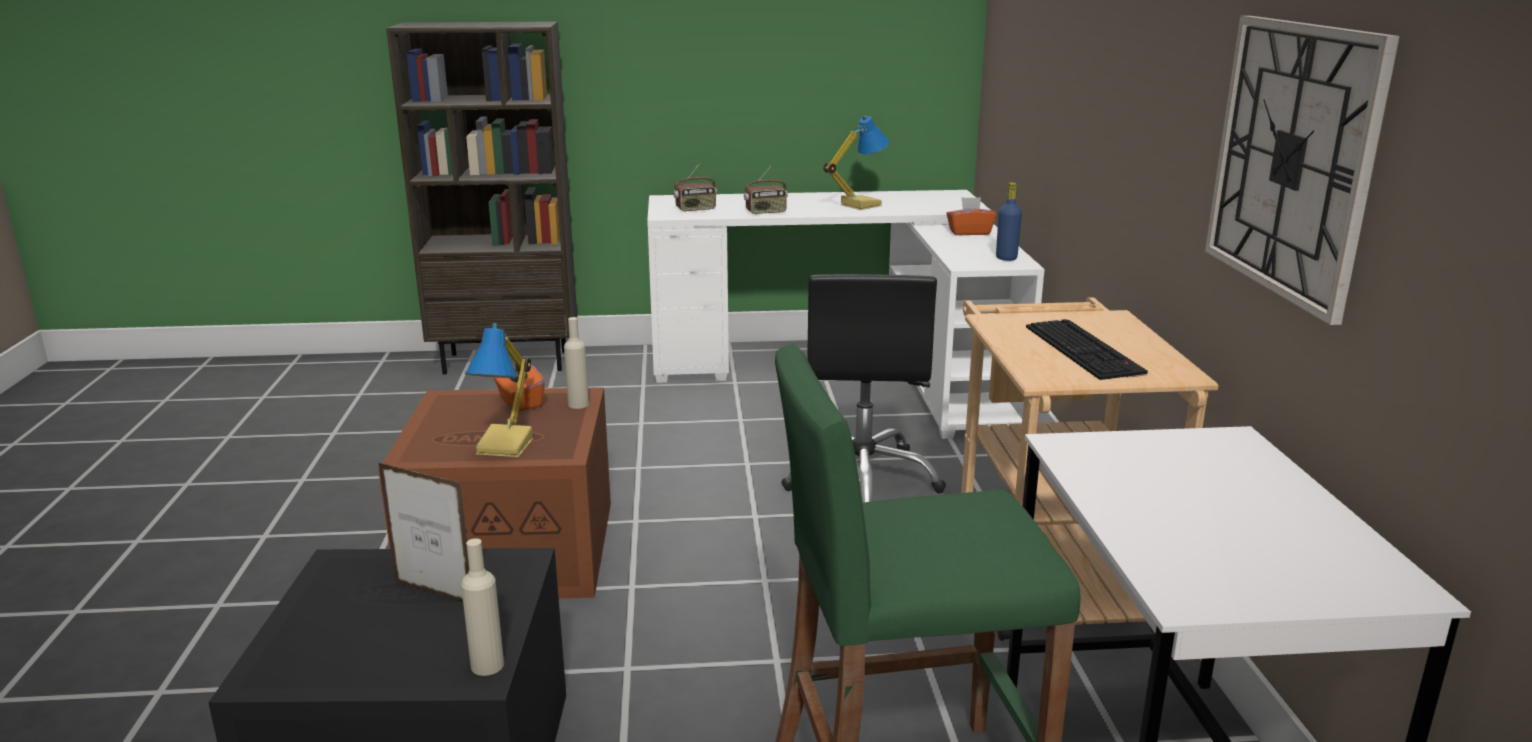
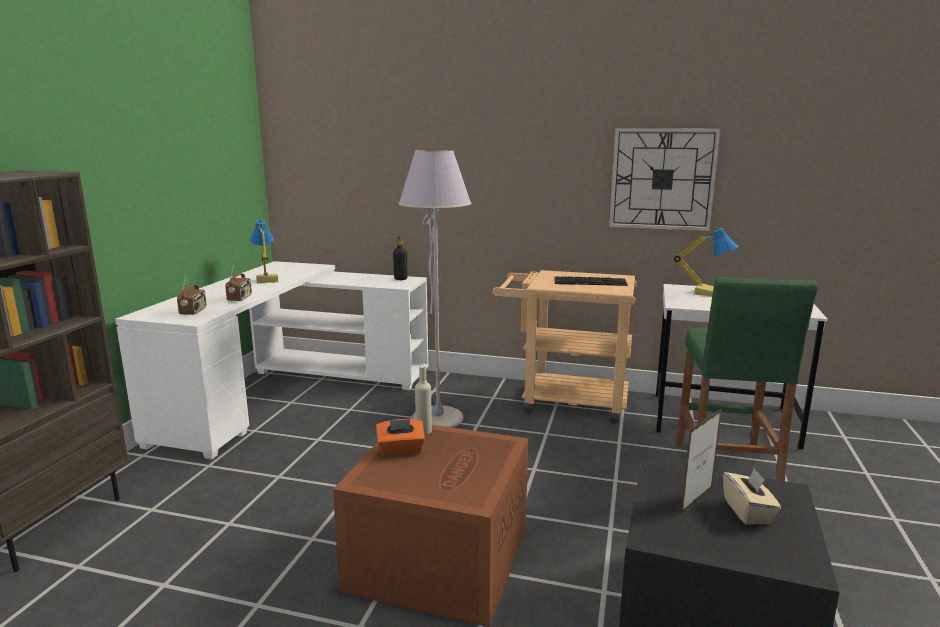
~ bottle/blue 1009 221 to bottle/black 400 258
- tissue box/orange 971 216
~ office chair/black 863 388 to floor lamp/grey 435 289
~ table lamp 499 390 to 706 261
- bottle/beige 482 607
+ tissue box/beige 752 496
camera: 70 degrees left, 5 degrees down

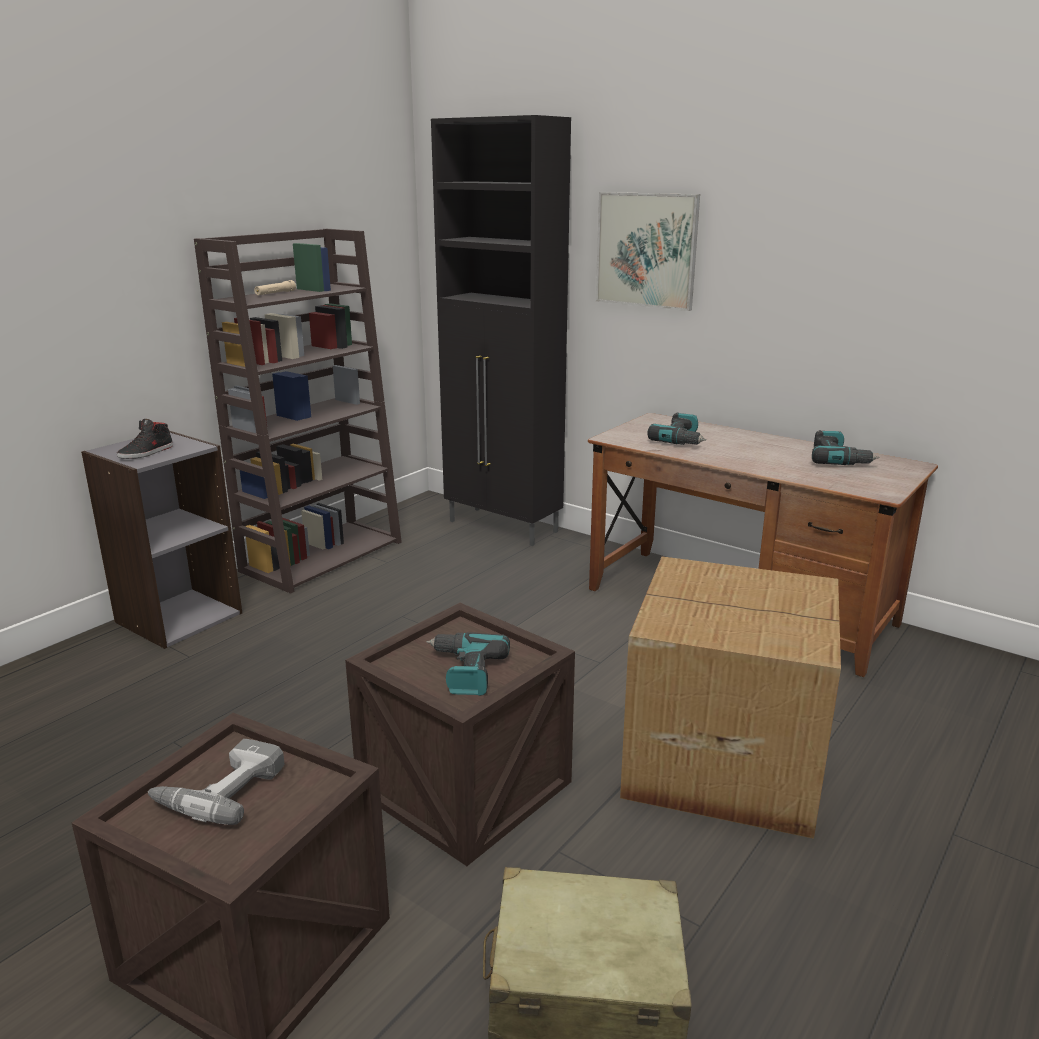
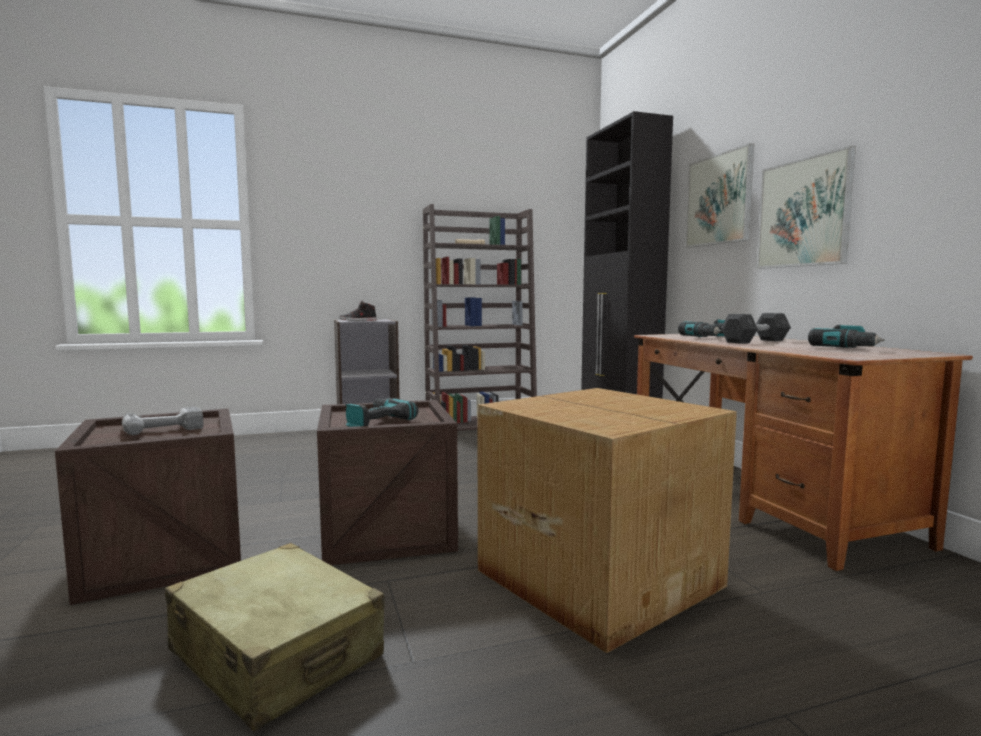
+ picture 806 207
+ dumbbell/grey 756 328
camera: 35 degrees right, 15 degrees down

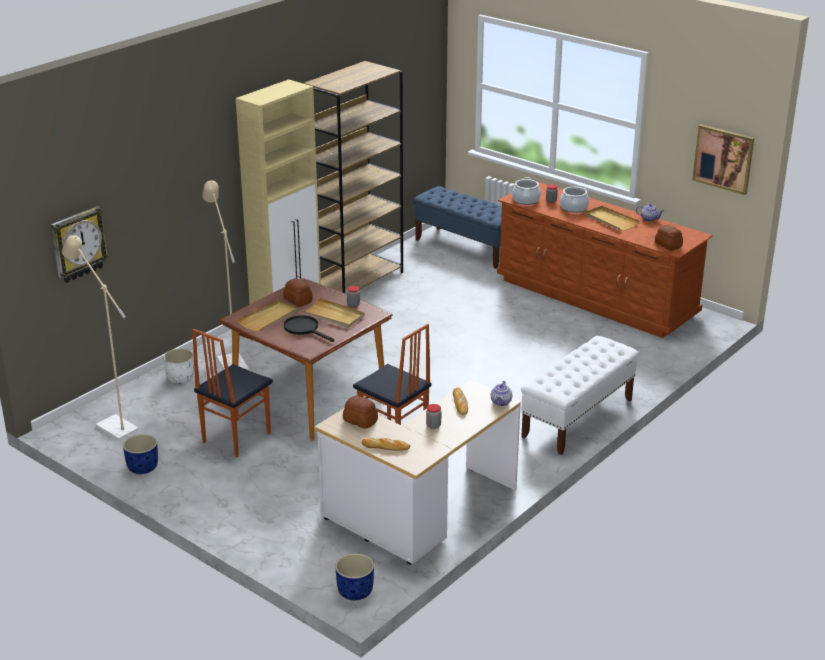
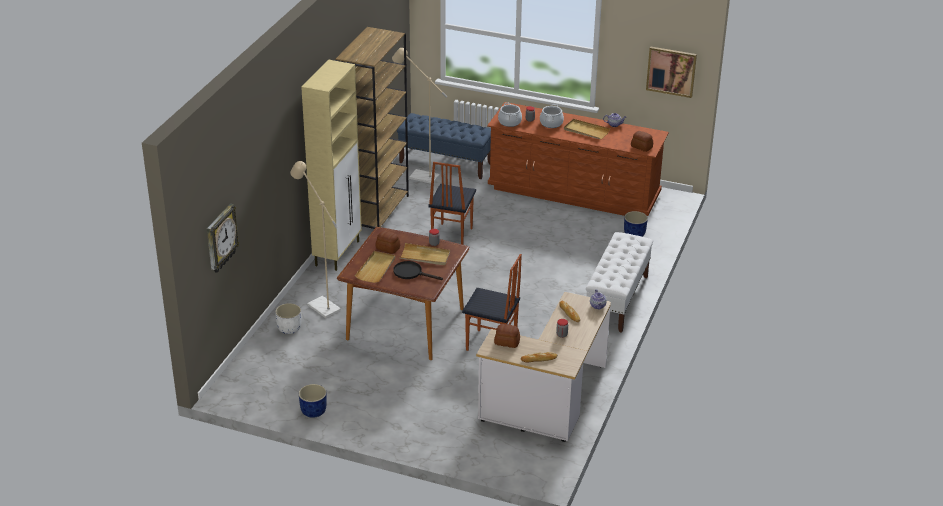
~ floor lamp/beige 100 338 to 419 116
~ chair 232 393 to 452 203
~ planter/blue 354 576 to 636 224
camera: 20 degrees left, 5 degrees up

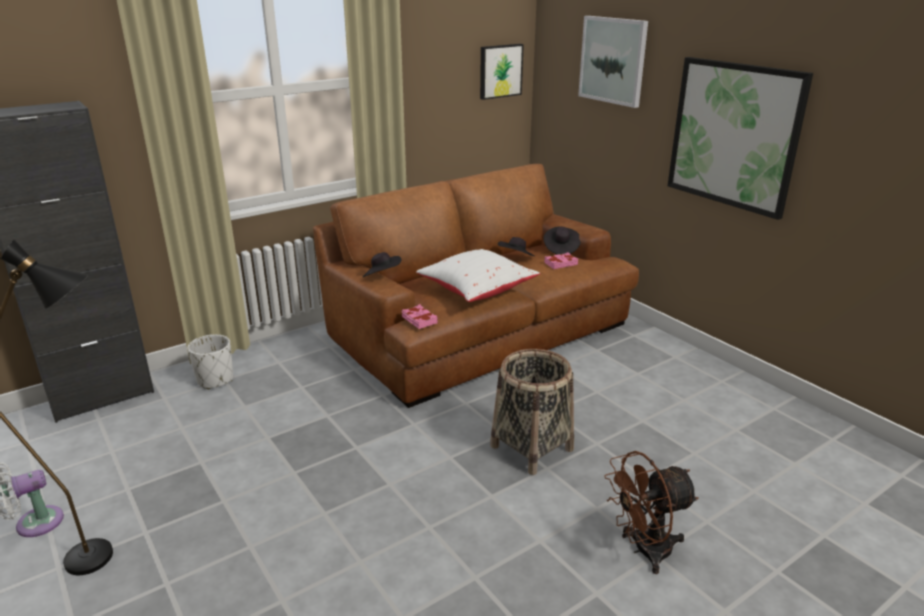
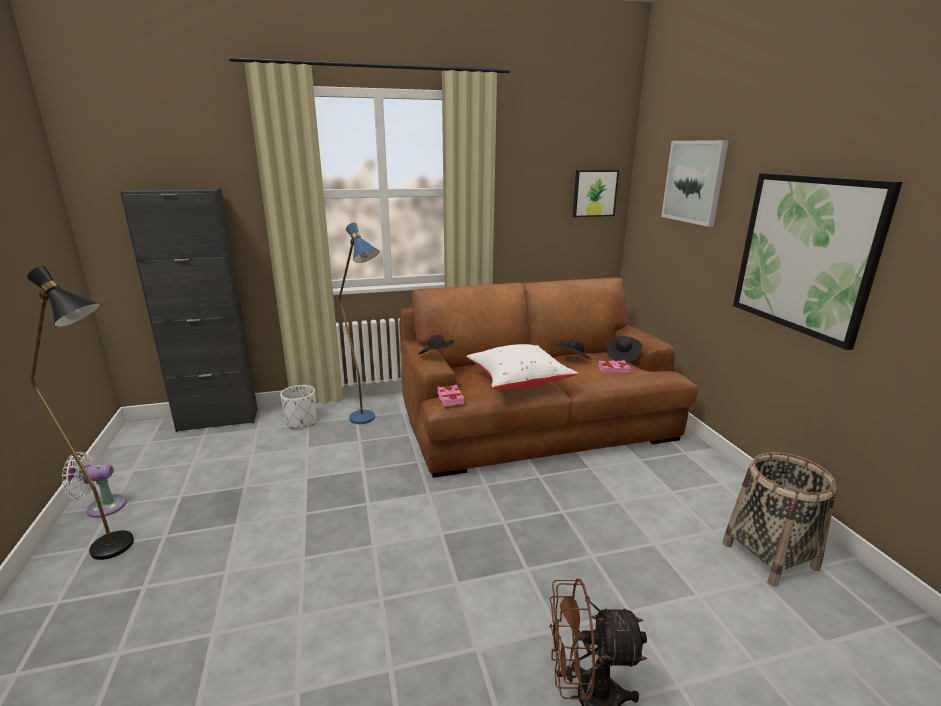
~ basket 532 412 to 779 519
+ floor lamp/blue 359 323
camera: 20 degrees right, 5 degrees down

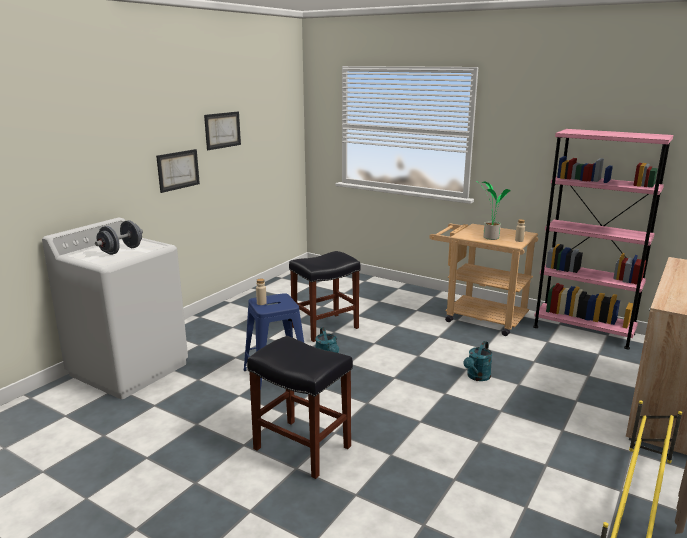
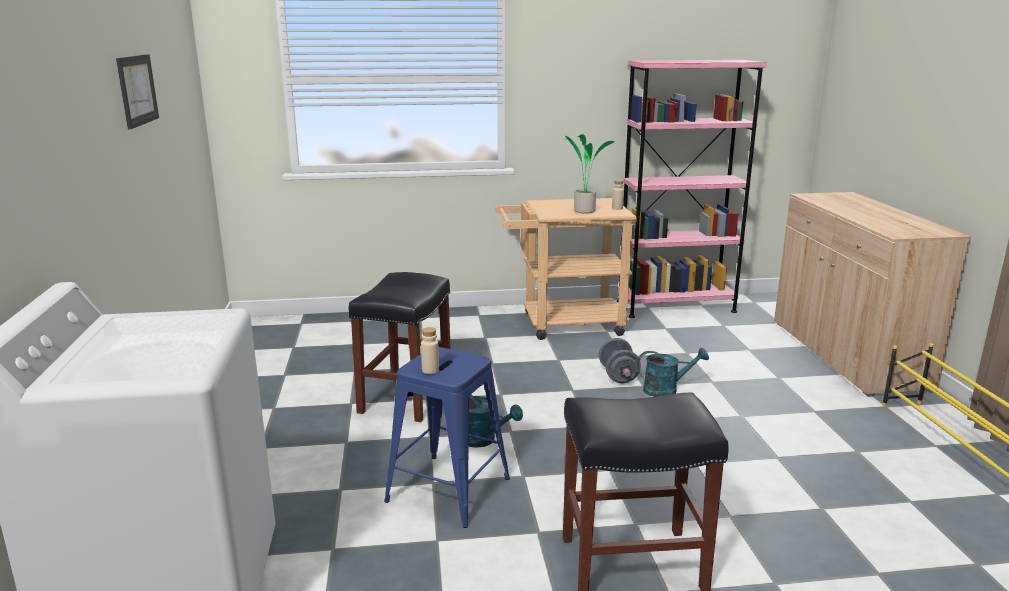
- picture 178 171
~ dumbbell/grey 119 237 to 620 360
~ watering can/turquoise 478 361 = 673 372 90 degrees counterclockwise
camera: 40 degrees left, 0 degrees up

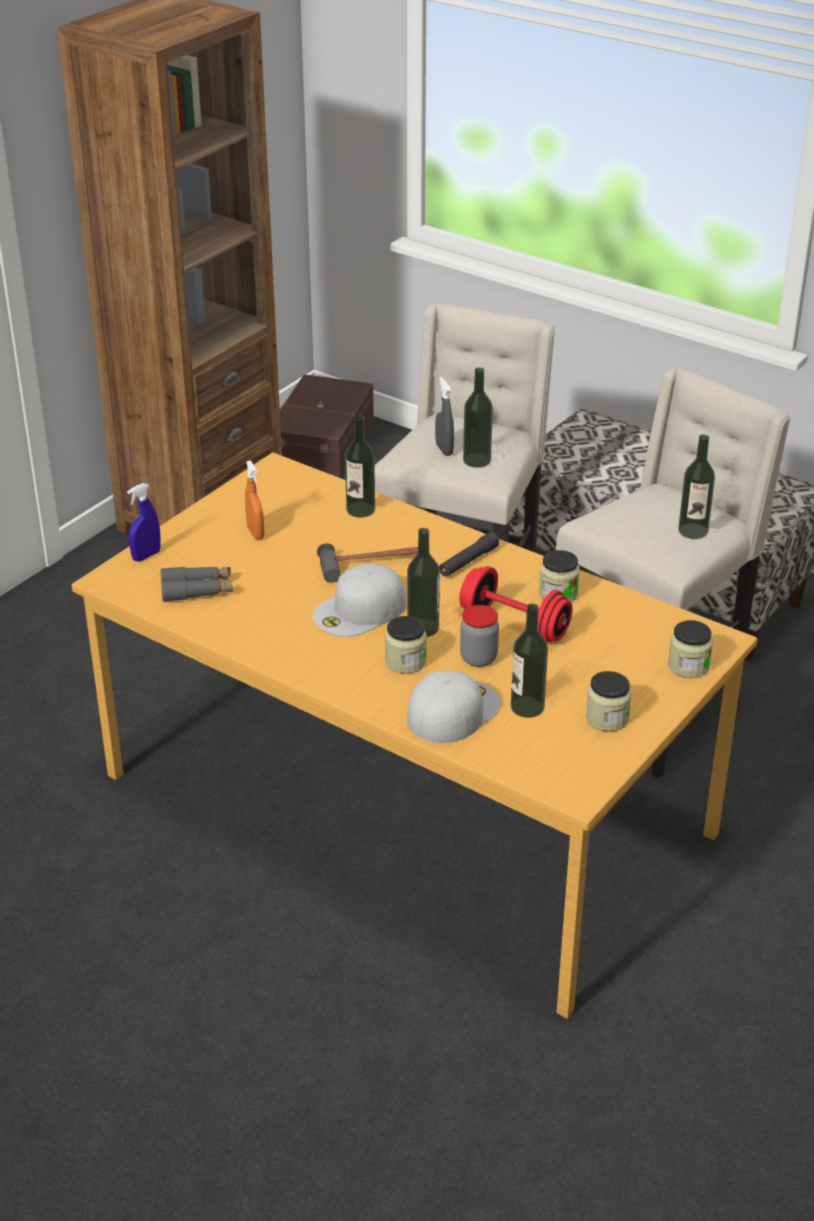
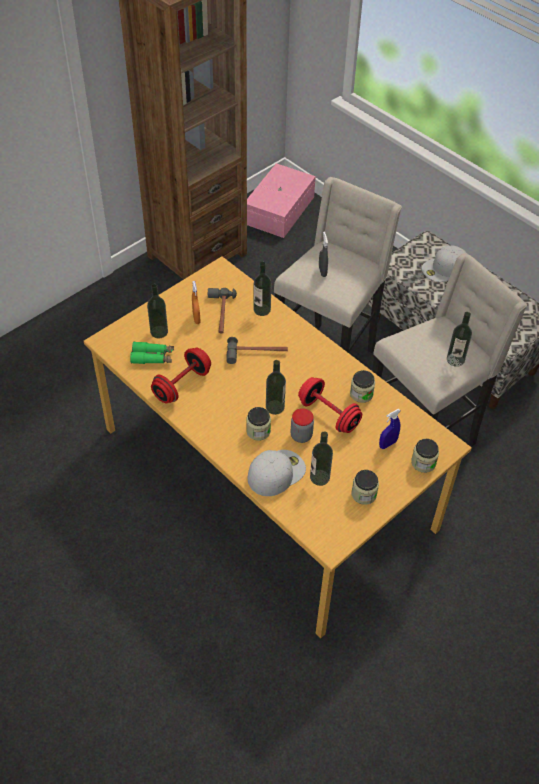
~ bottle 478 418 to 157 311
~ storage box/brown 327 426 to storage box/pink 281 200
~ spray bottle/blue 144 522 to 390 429
- flashlight/black 469 554
~ cap/white 359 600 to 444 264
~ binoculars/grey 196 584 to binoculars/green 152 353
+ hammer 222 310
+ dumbbell/red 181 375
camera: 10 degrees right, 15 degrees up

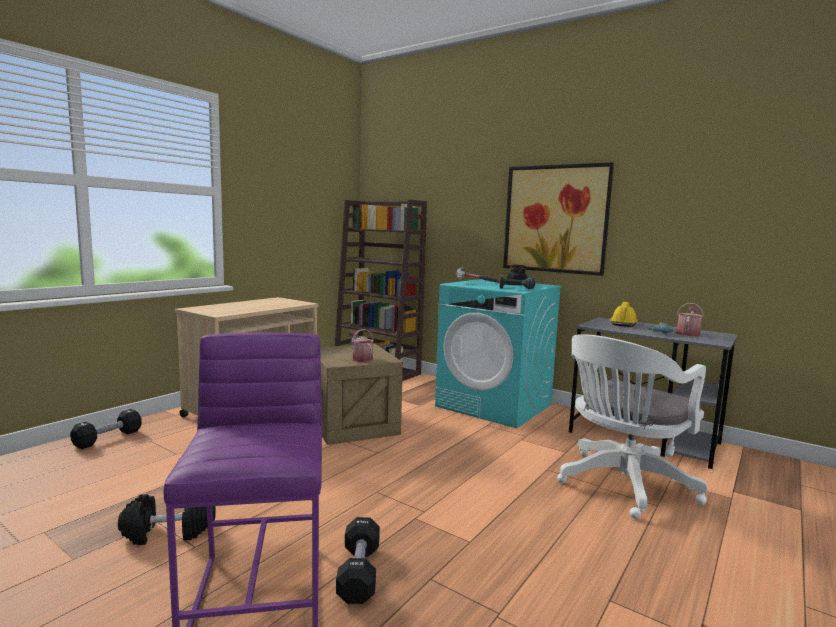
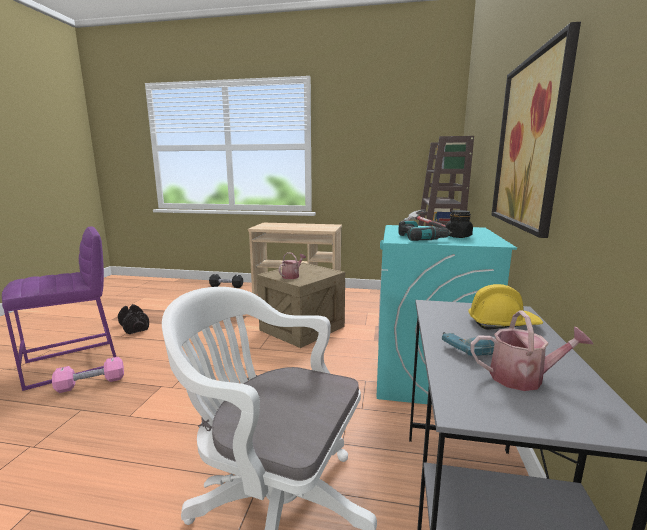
~ dumbbell/black 358 560 to dumbbell/pink 88 375
camera: 65 degrees right, 5 degrees up

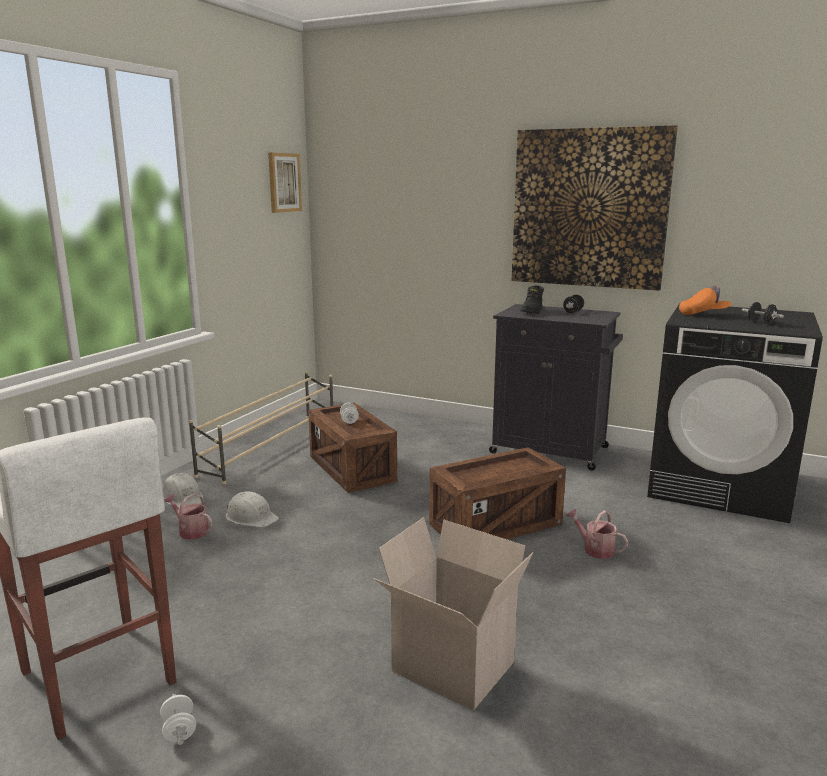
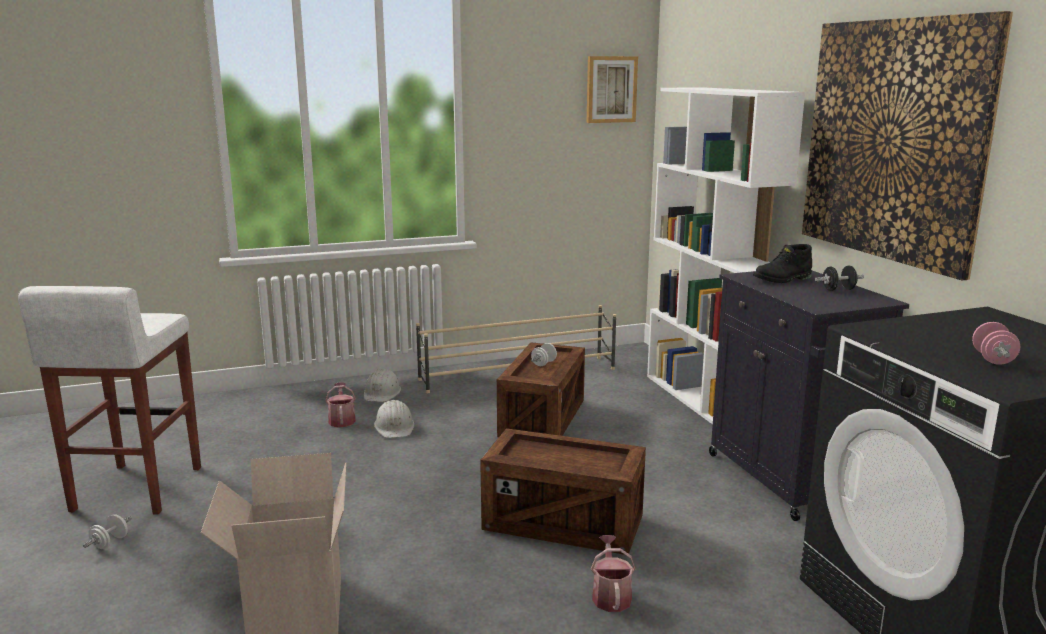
- cap/orange 705 300
~ dumbbell/black 763 313 to dumbbell/pink 996 343
+ bookcase/white 726 255
camera: 45 degrees right, 0 degrees up

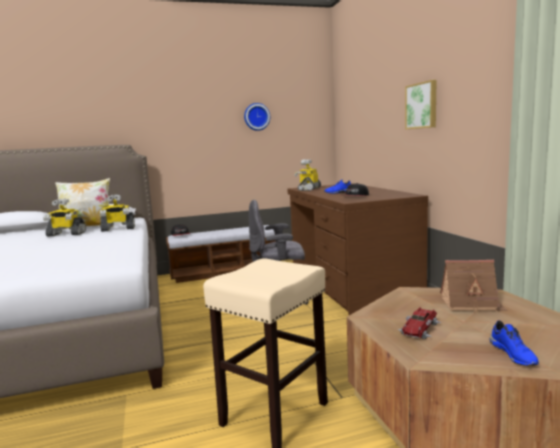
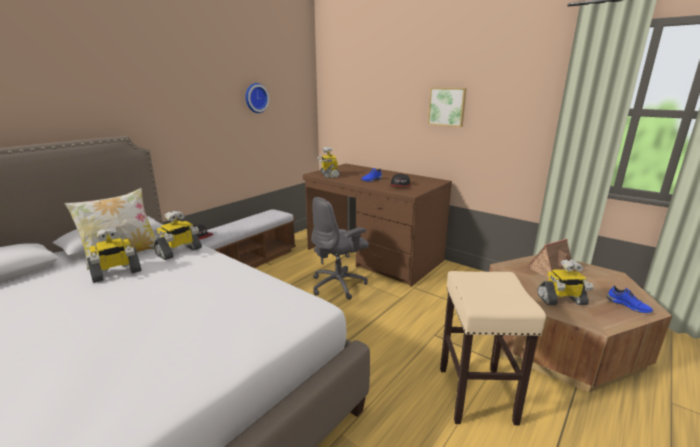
~ toy car 419 323 to toy robot 565 282
camera: 35 degrees left, 10 degrees up

